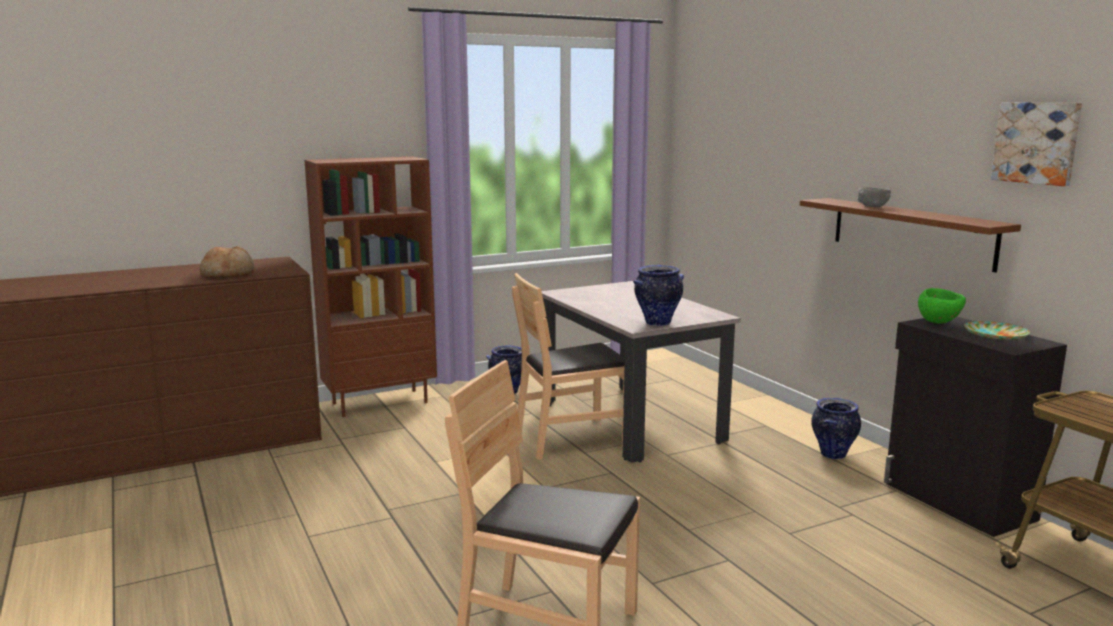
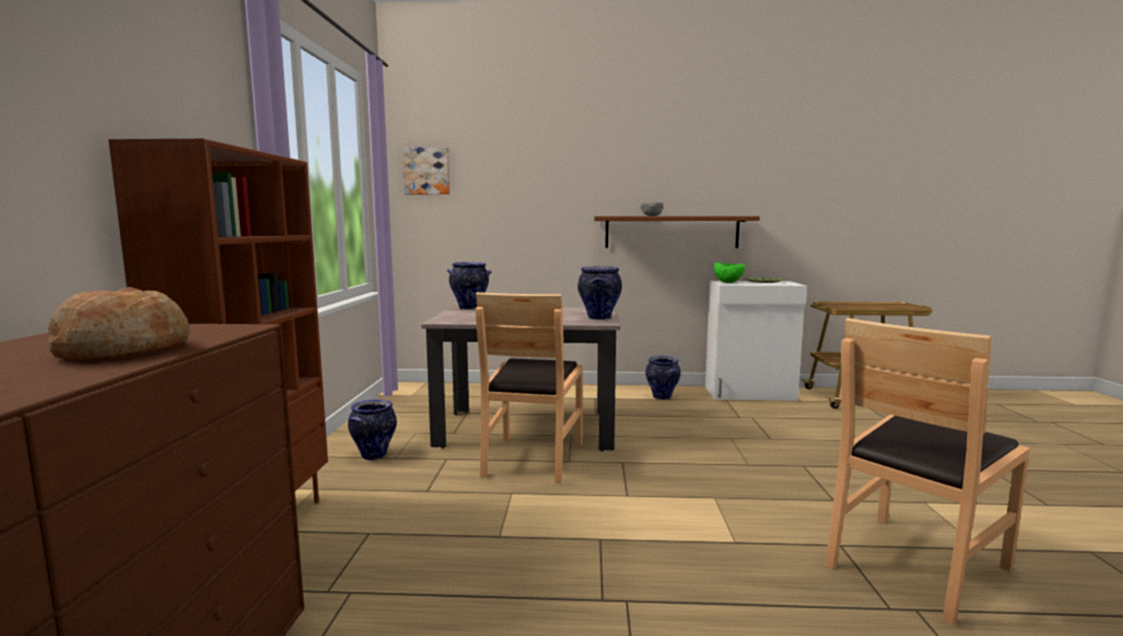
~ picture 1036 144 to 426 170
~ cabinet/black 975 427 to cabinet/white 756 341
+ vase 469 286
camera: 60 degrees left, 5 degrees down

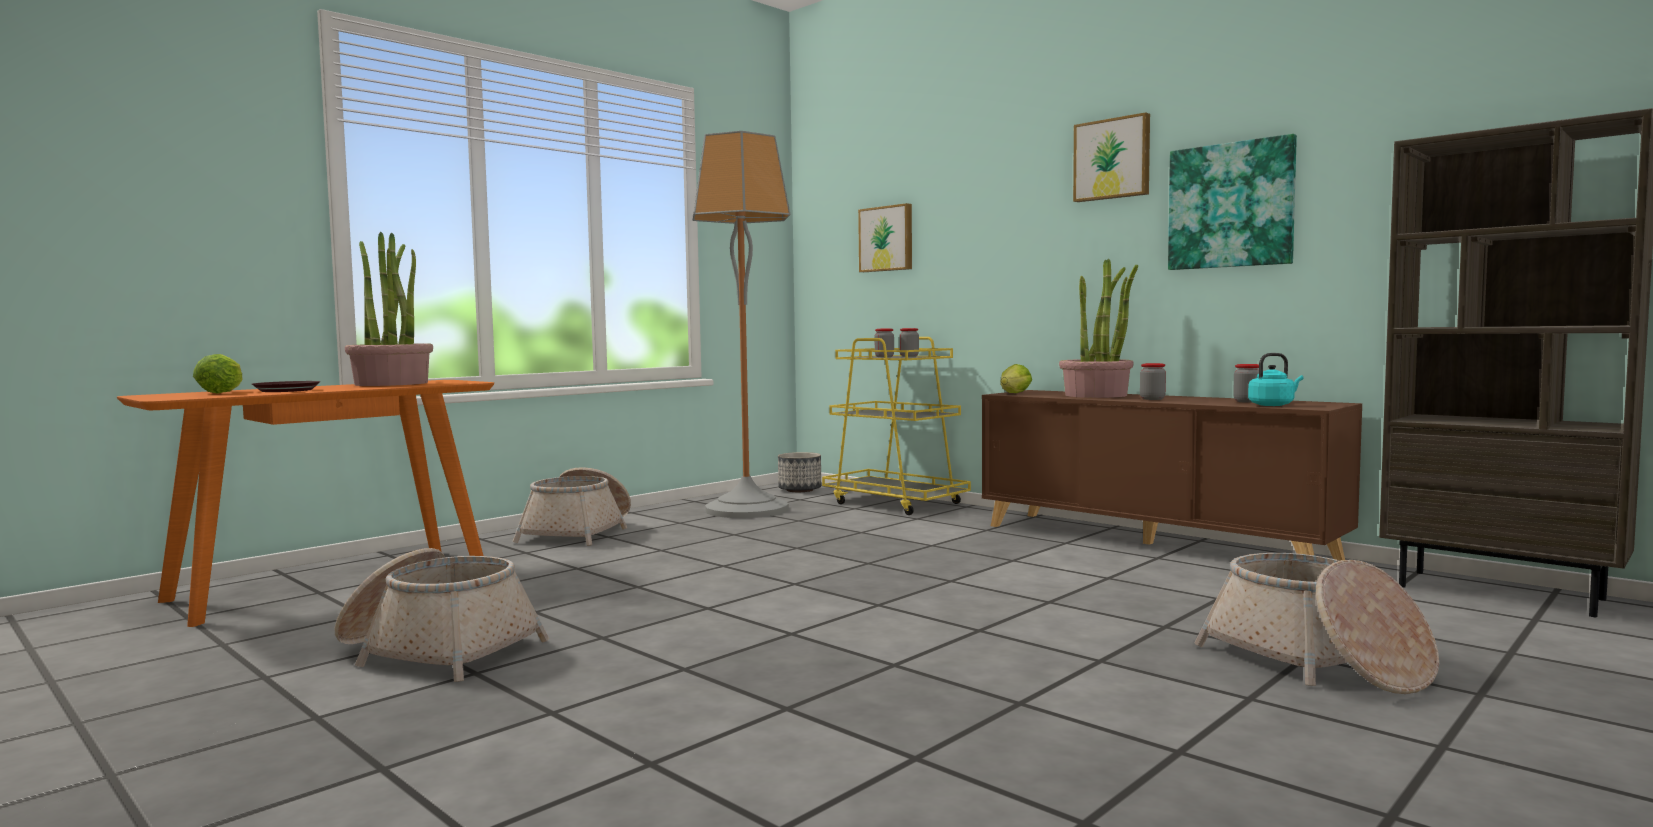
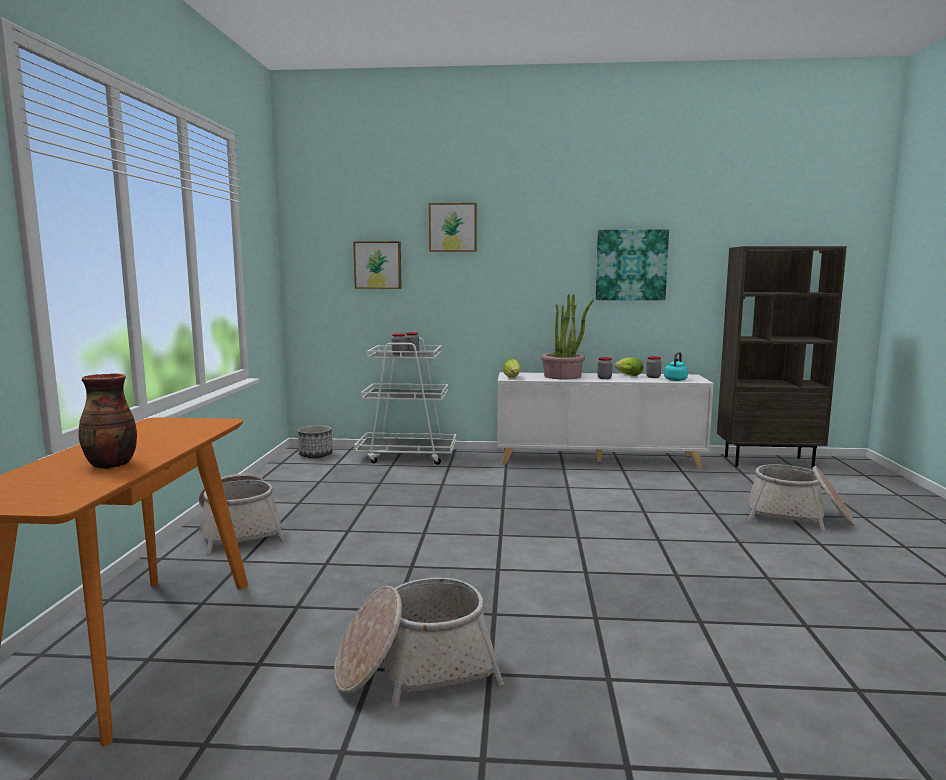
~ picture 1111 157 to 453 227
- floor lamp 741 324
- potted plant 389 309
~ cart/yellow 896 426 to cart/white 405 401
~ lettuce 217 374 to 628 366
~ plate/brown 286 386 to vase 107 421
~ cabinet/brown 1172 475 to cabinet/white 605 420
camera: 40 degrees left, 5 degrees up

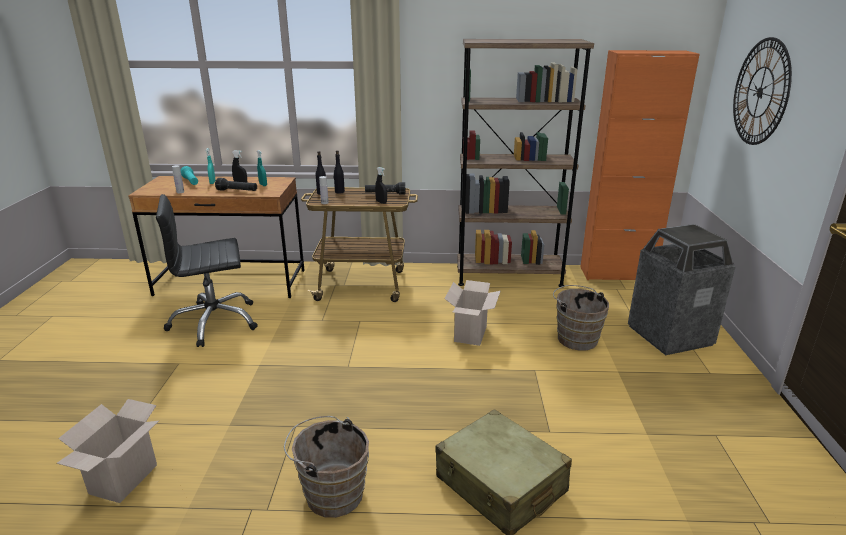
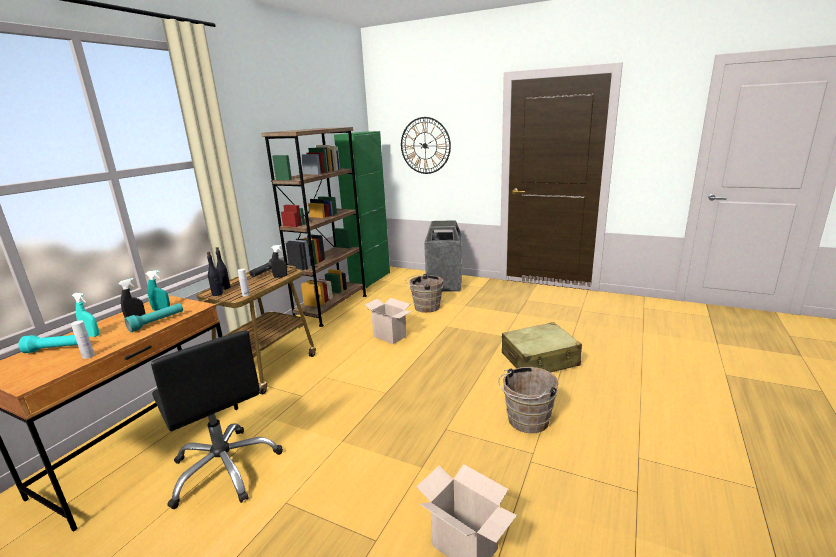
~ cabinet/orange 640 165 to cabinet/green 362 209
~ flashlight/black 236 184 to flashlight/turquoise 153 317
~ office chair/black 207 270 = 217 419 45 degrees counterclockwise
camera: 65 degrees left, 5 degrees down

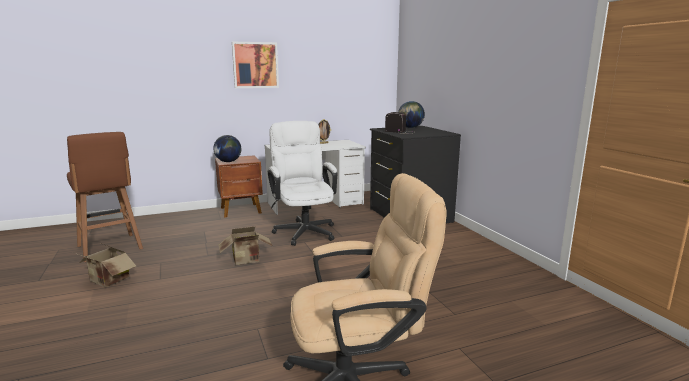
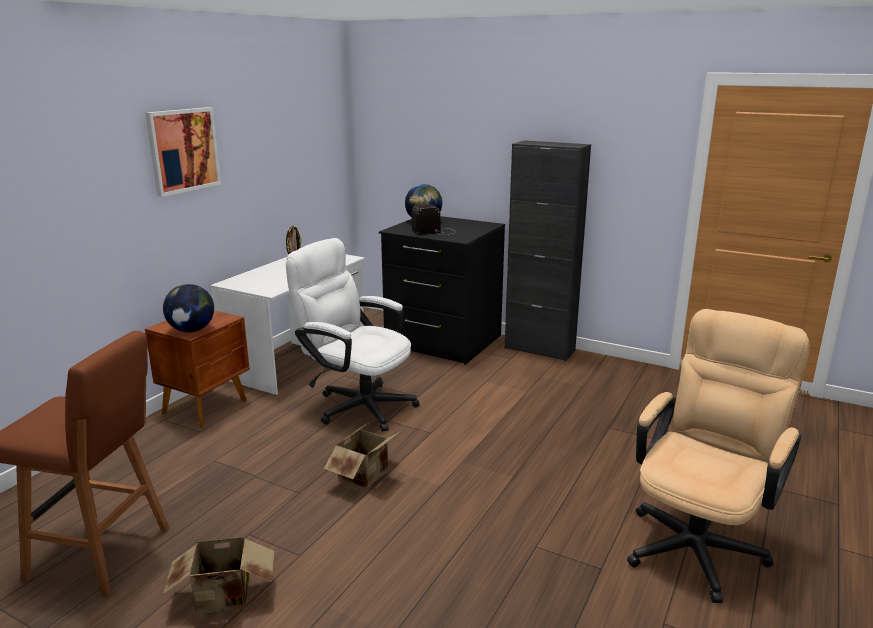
+ cabinet/black 547 250
camera: 40 degrees left, 5 degrees up

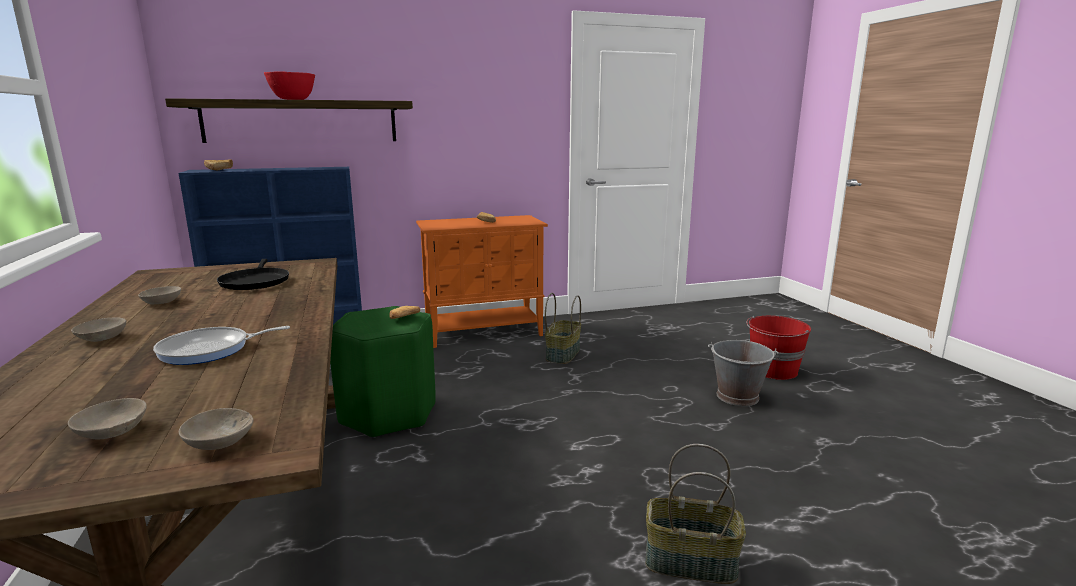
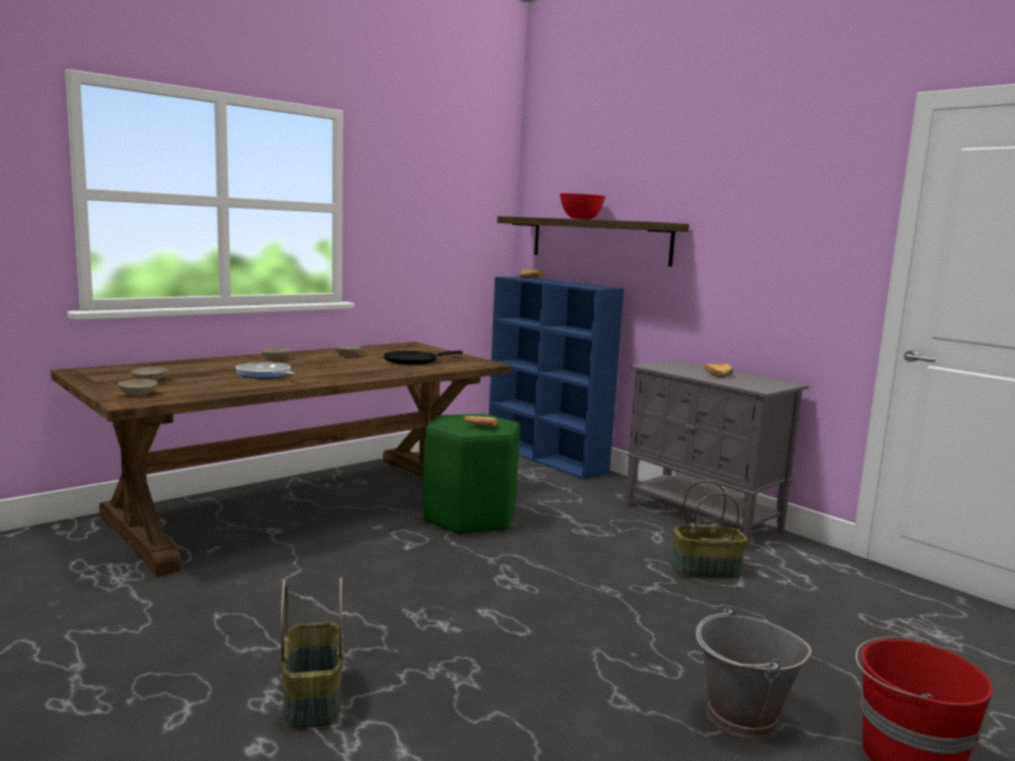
~ cabinet/orange 482 281 to cabinet/grey 717 455
camera: 65 degrees right, 5 degrees down

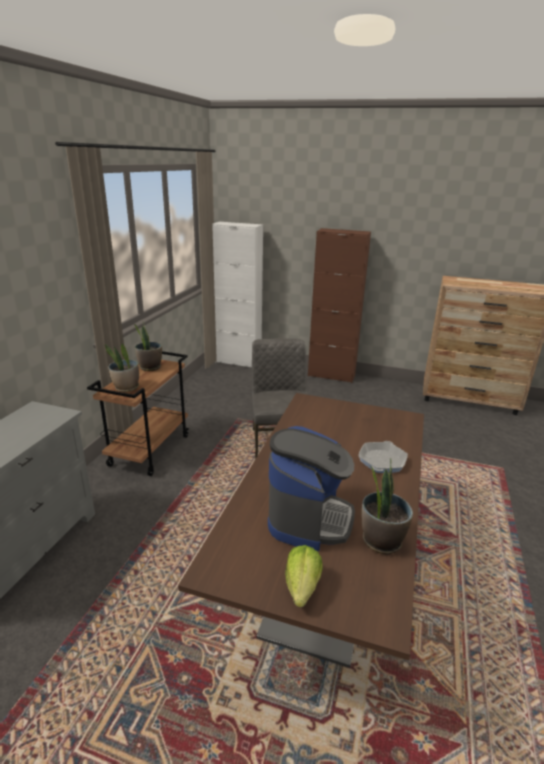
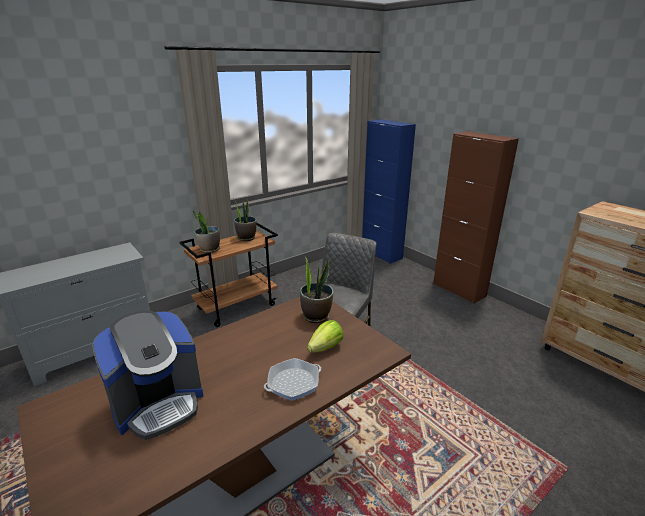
~ cabinet/white 237 294 to cabinet/blue 389 191
~ potted plant 387 506 to 316 290
~ lettuce 304 576 to 325 336
camera: 35 degrees right, 0 degrees up

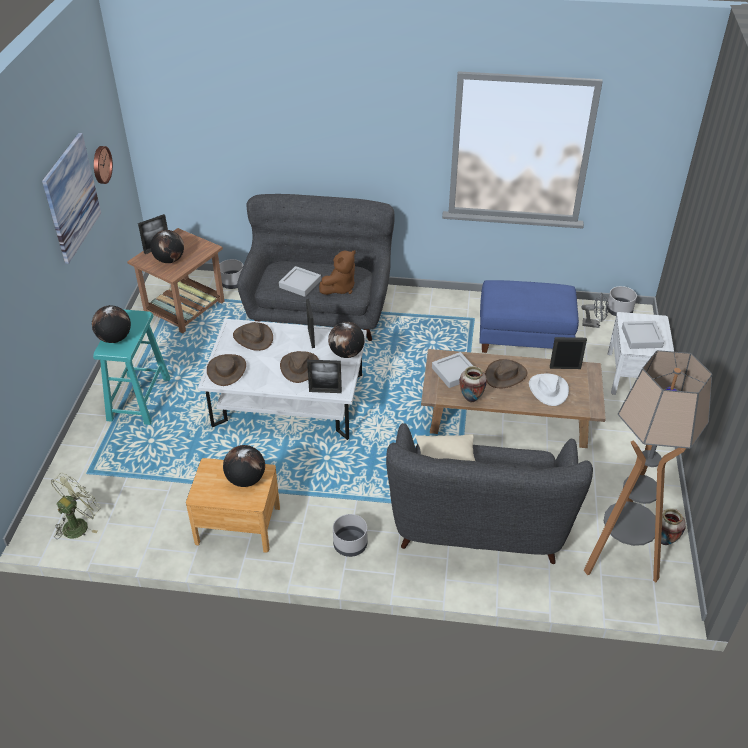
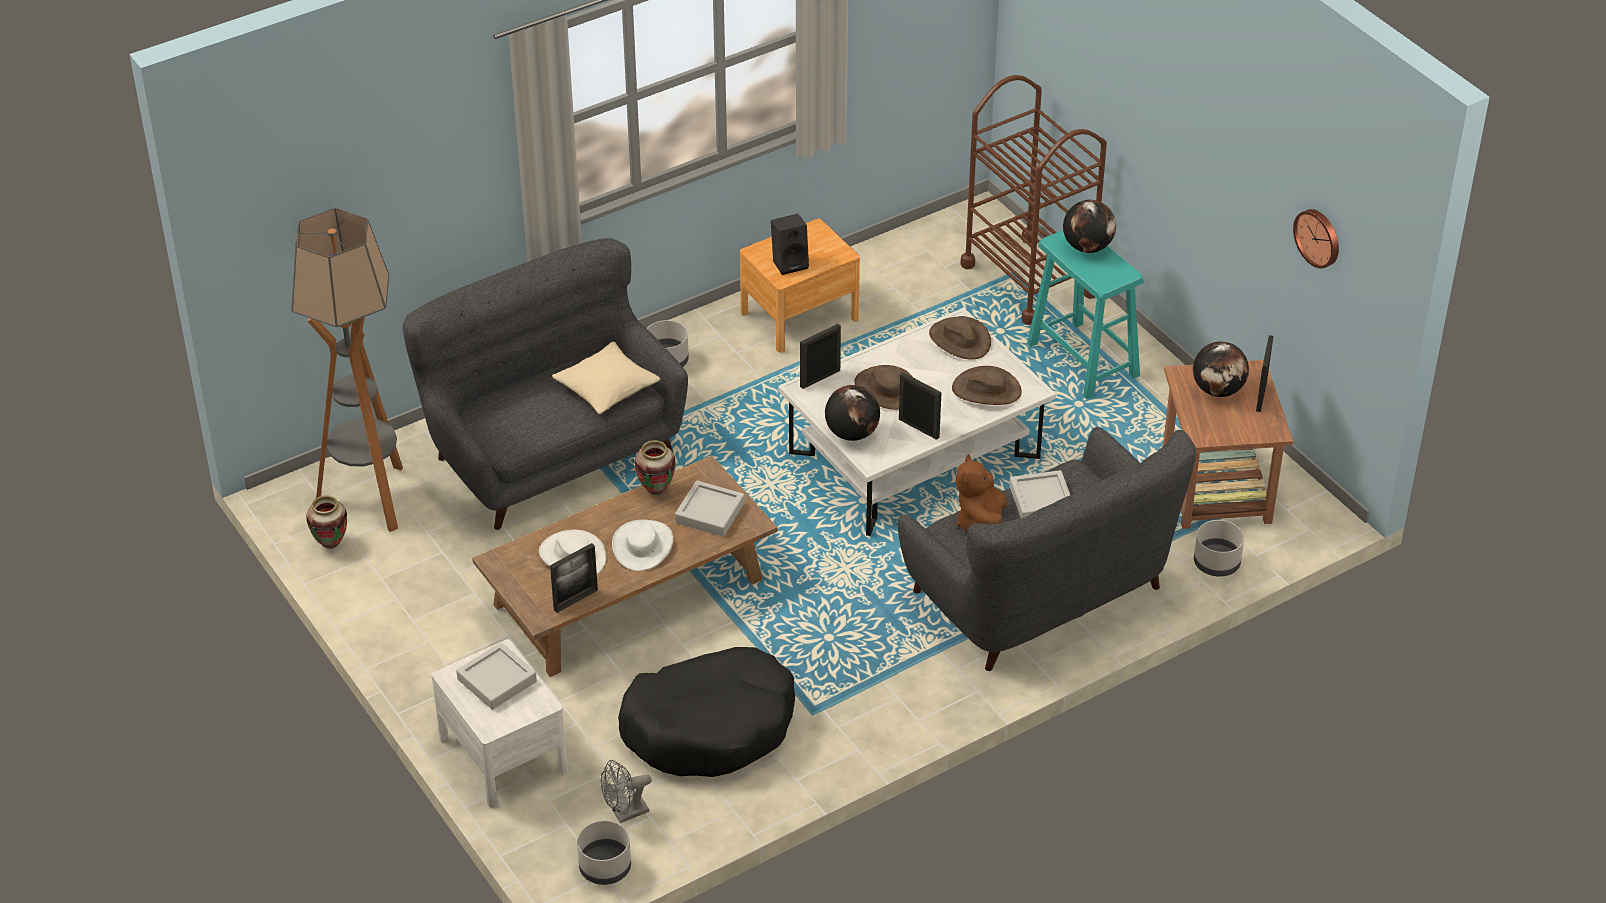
- picture 71 198
~ ottoman/blue 529 316 to dog bed/black 706 712
~ hat/brown 506 373 to hat/white 642 545
~ globe 244 466 to speaker/black 790 244
- fan/green 76 506
+ cart/brown 1033 200
camera: 140 degrees right, 0 degrees up

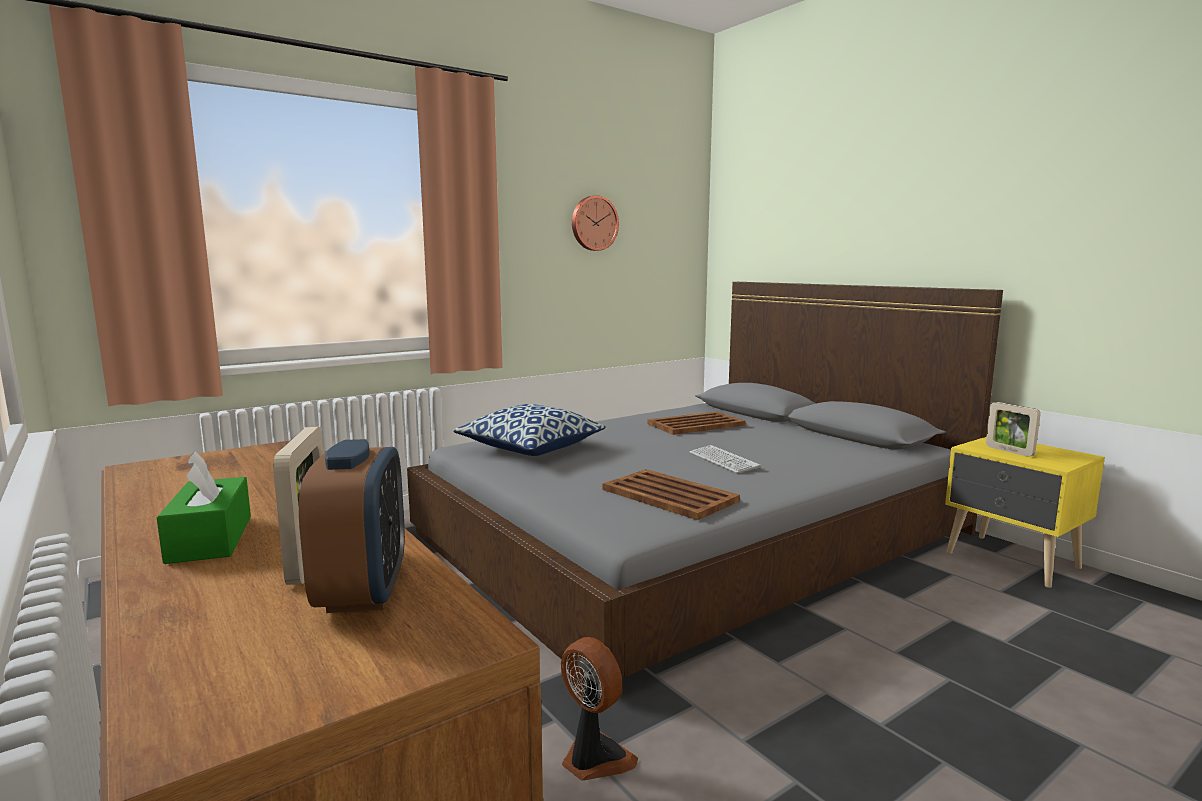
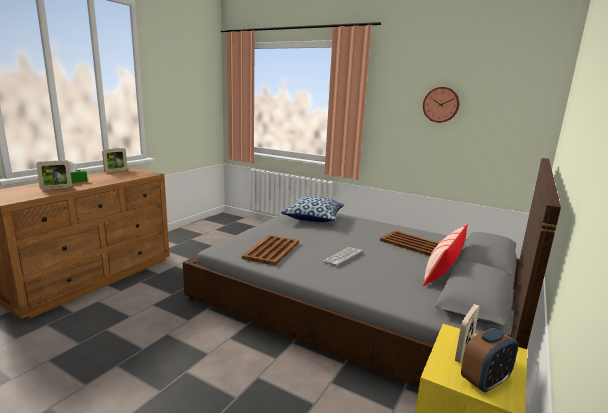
~ alarm clock 352 526 to 489 360
- fan 599 709
+ picture frame 114 160
+ pillow 445 255
camera: 65 degrees right, 5 degrees up

